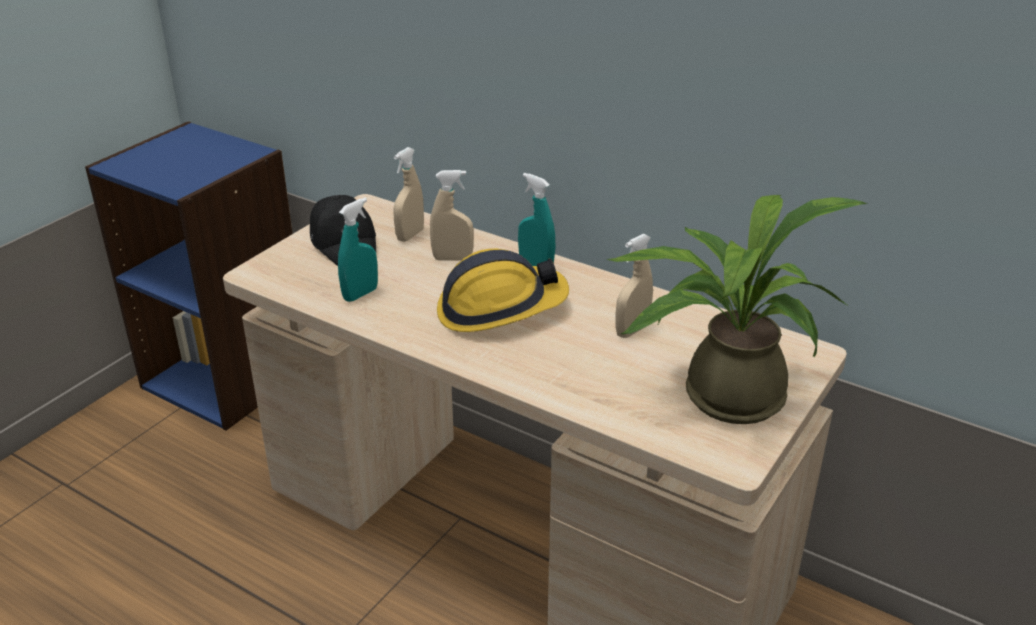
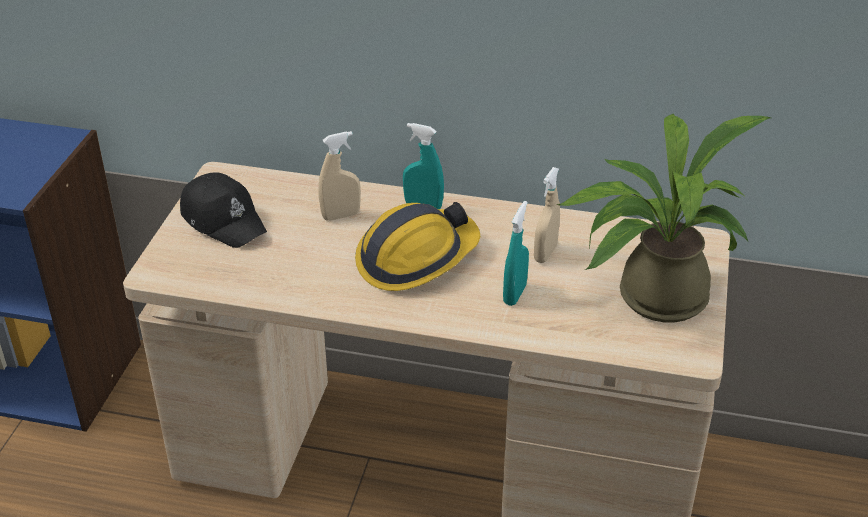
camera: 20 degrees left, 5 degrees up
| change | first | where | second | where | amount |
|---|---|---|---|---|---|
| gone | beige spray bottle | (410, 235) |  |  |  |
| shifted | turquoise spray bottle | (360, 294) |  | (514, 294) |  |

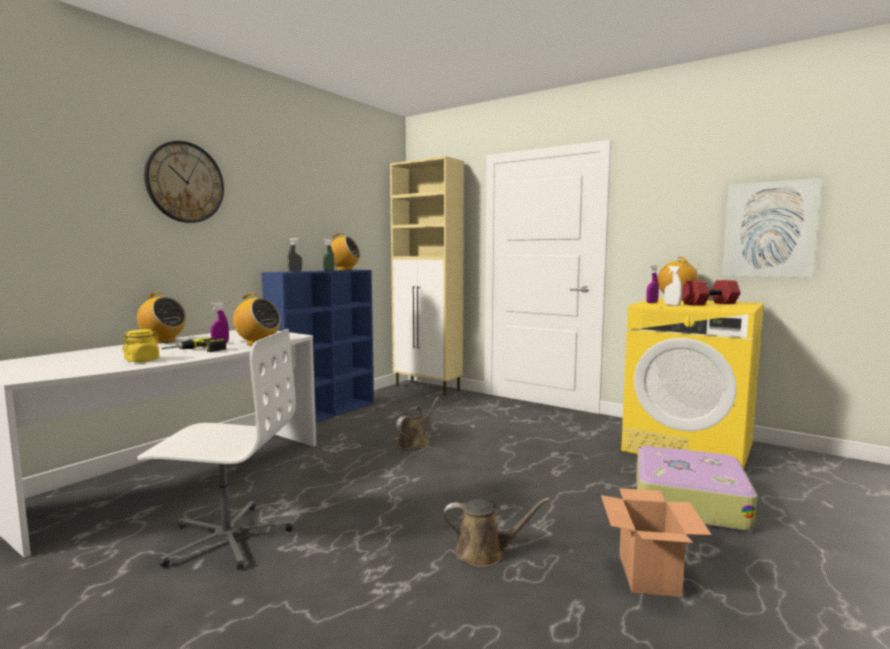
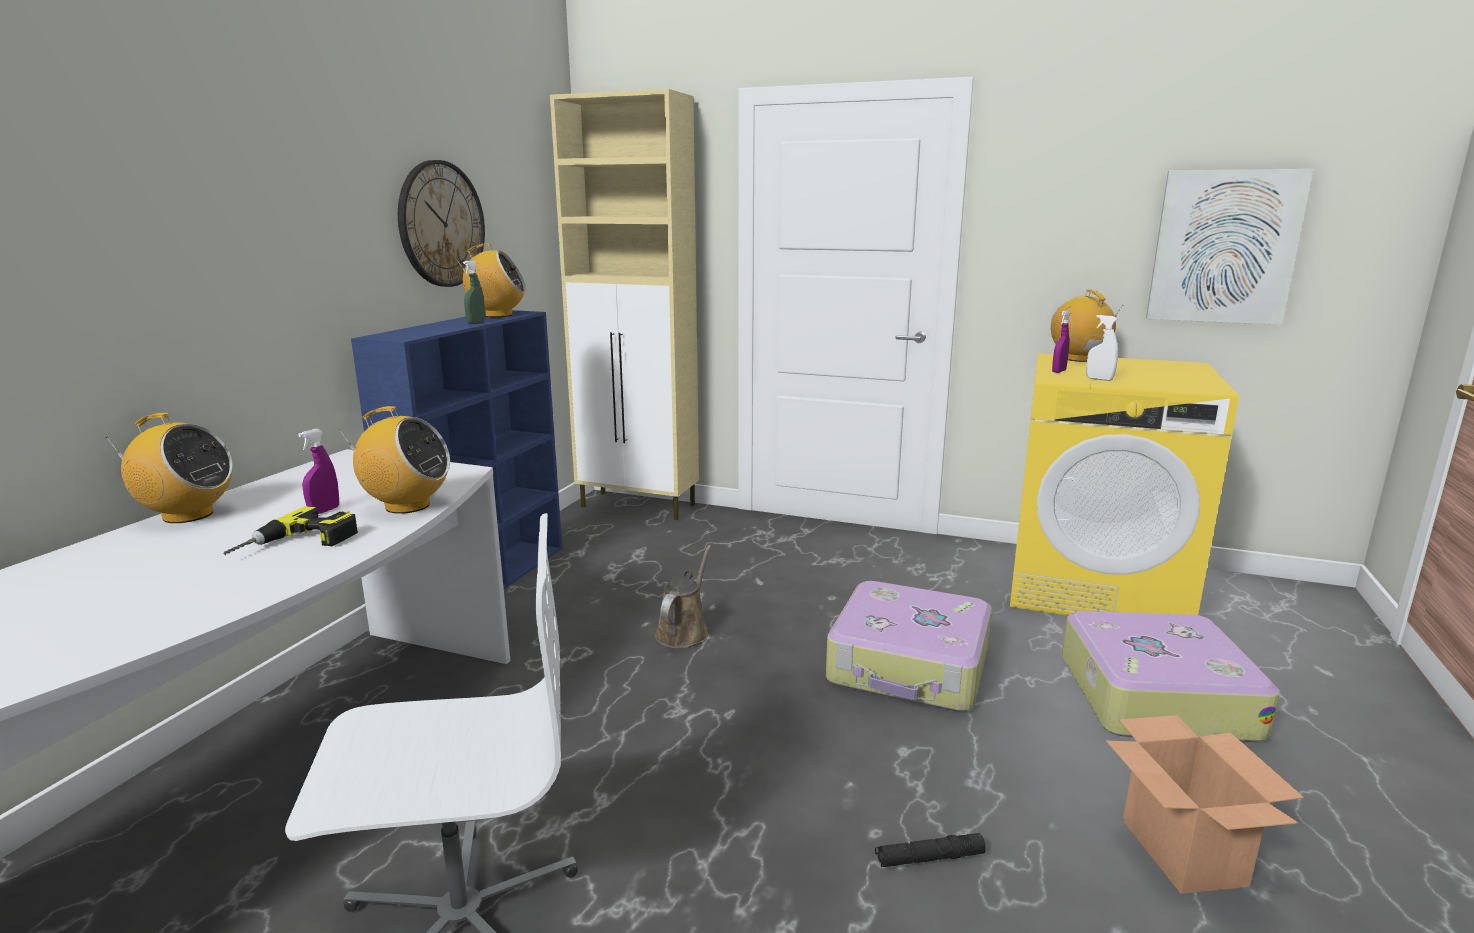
camera: 15 degrees left, 10 degrees up
| change | first | where | second | where | amount |
|---|---|---|---|---|---|
| shifted | wall clock | (185, 182) |  | (441, 224) |  |
| gone | grey spray bottle | (295, 271) |  |  |  |
| gone | red dumbbell | (709, 304) |  |  |  |
| gone | yellow jar | (142, 360) |  |  |  |
| swapped | brown watering can | (484, 553) | black flashlight | (929, 858) |  |
| new |  |  | suitcase | (910, 666) |  |

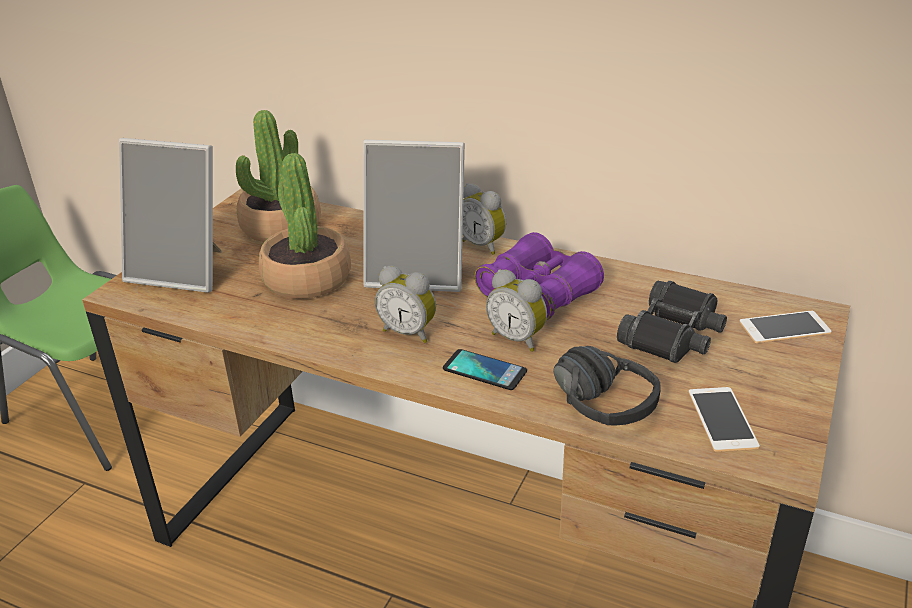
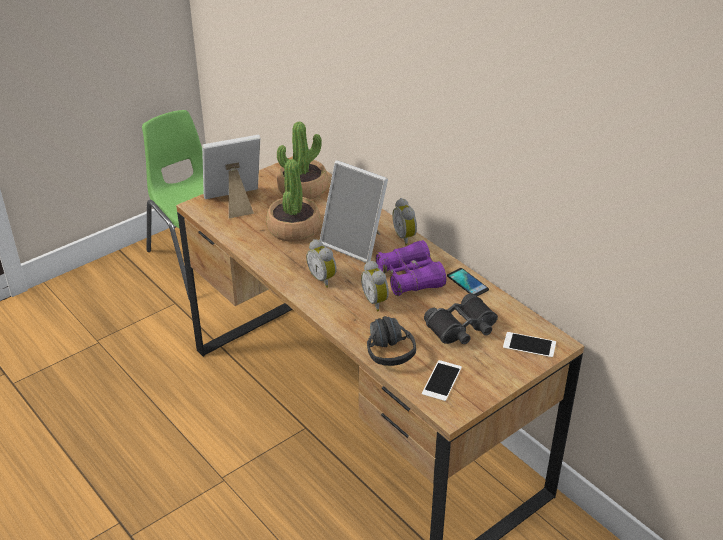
camera: 25 degrees right, 5 degrees up
| change | first | where | second | where | amount |
|---|---|---|---|---|---|
| rotated | picture frame | (184, 271) |  | (234, 203) | 120 degrees clockwise |
| shifted | phone | (484, 370) |  | (467, 283) |  |

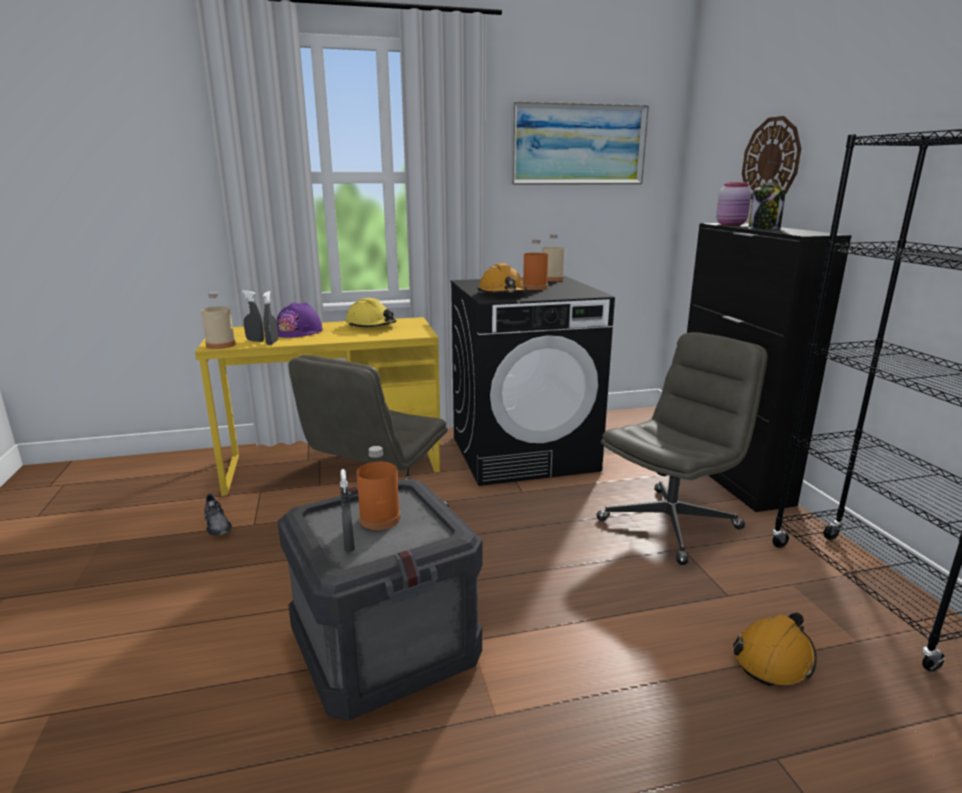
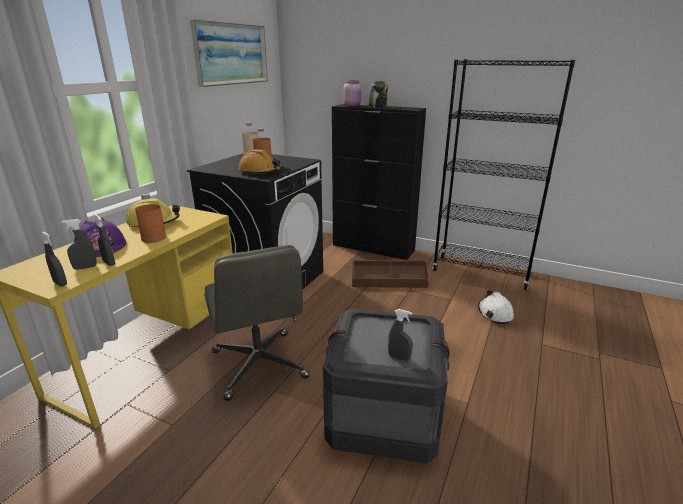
camera: 50 degrees left, 5 degrees up
| change | first | where | second | where | amount |
|---|---|---|---|---|---|
| gone | wall clock | (771, 161) |  |  |  |
| swapped | beige bottle | (221, 345) | grey spray bottle | (60, 283) |  |
| swapped | grey office chair | (670, 523) | brown storage box | (389, 281) |  |
| shifted | orange bottle | (379, 519) |  | (154, 238) |  |
| gone | grey shoe | (217, 524) |  |  |  |
| repainted | orange hard hat | (774, 658) | white hard hat | (495, 313) |  |

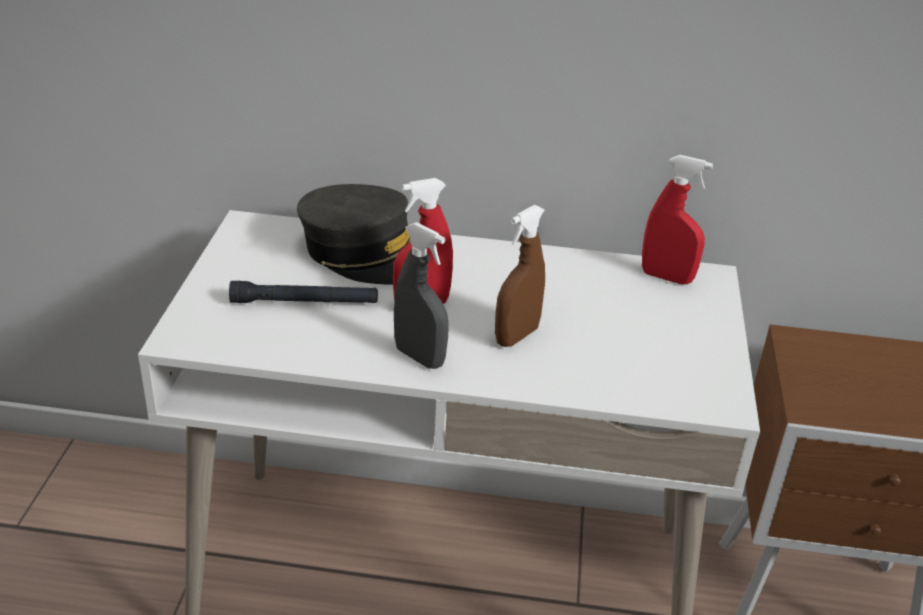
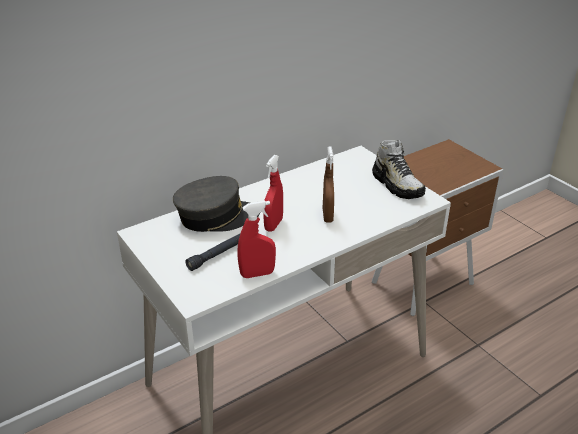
camera: 40 degrees left, 0 degrees up
| change | first | where | second | where | amount |
|---|---|---|---|---|---|
| shifted | red spray bottle | (666, 277) |  | (257, 274) |  |
| gone | grey spray bottle | (419, 357) |  |  |  |
| new |  |  | shoe | (397, 185) |  |

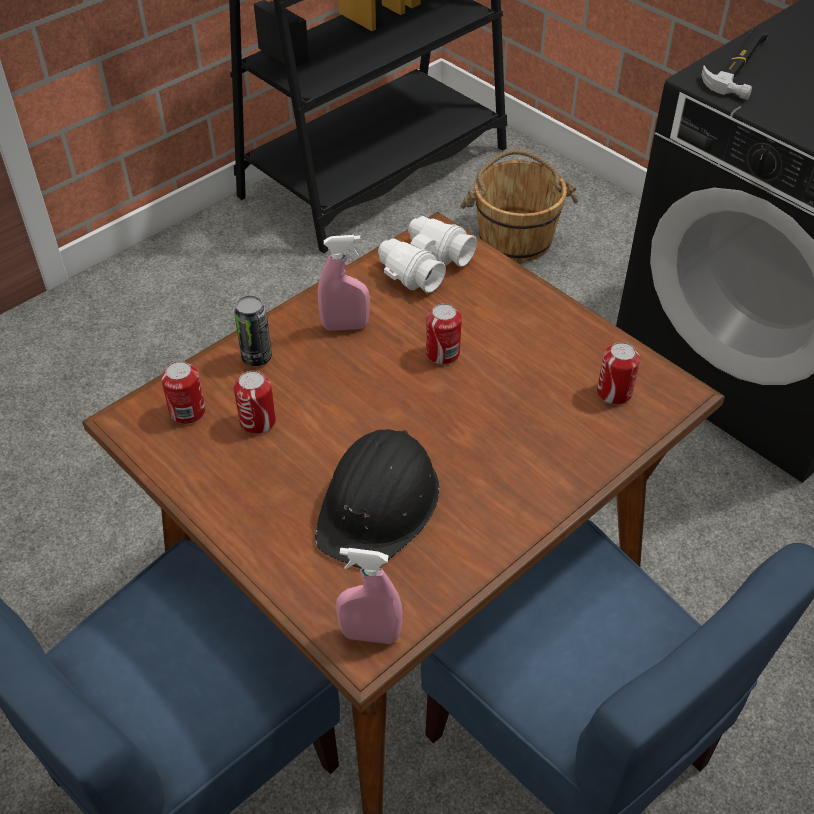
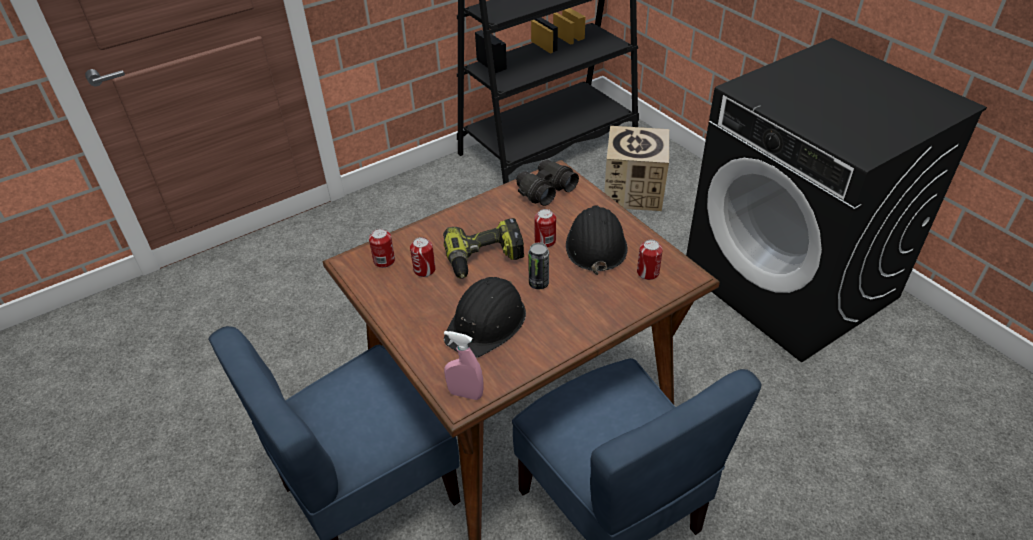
camera: 10 degrees right, 5 degrees down
| change | first | where | second | where | amount |
|---|---|---|---|---|---|
| gone | hammer | (740, 66) |  |  |  |
| swapped | brown bucket | (515, 238) | cardboard box | (633, 192) |  |
| repainted | white binoculars | (424, 265) | black binoculars | (545, 189) |  |
| gone | pink spray bottle | (345, 326) |  |  |  |
| shifted | can | (257, 357) |  | (538, 283) |  |
| new |  |  | black hard hat | (595, 245) |  |
| new |  |  | power drill | (484, 258) |  |

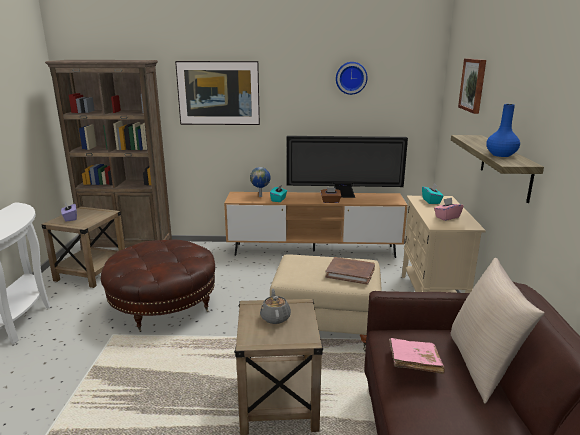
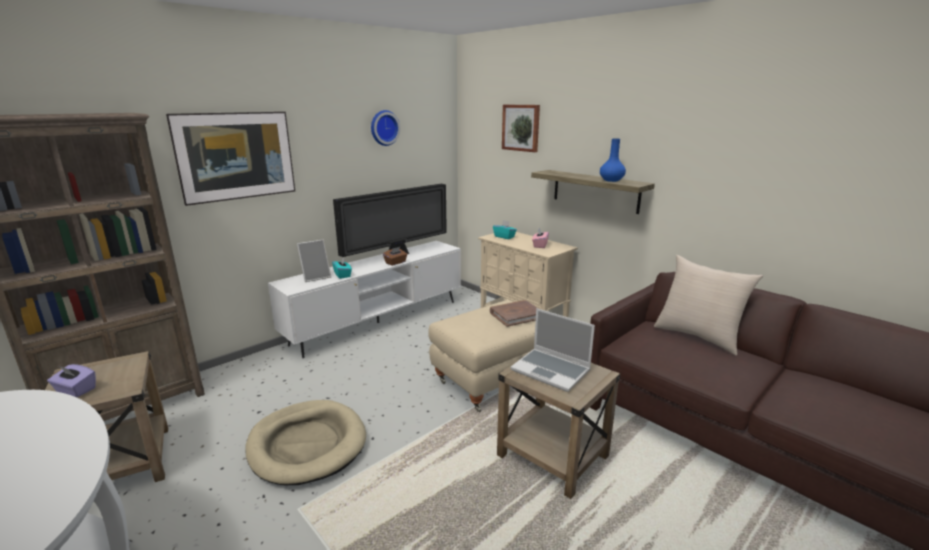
camera: 45 degrees left, 0 degrees up
| change | first | where | second | where | amount |
|---|---|---|---|---|---|
| swapped | globe | (261, 196) | picture frame | (316, 277) |  |
| repainted | brown tv stand | (313, 251) | white tv stand | (378, 322) |  |
| swapped | brown ottoman | (164, 305) | beige dog bed | (307, 444) |  |
| swapped | grey teapot | (275, 317) | laptop | (551, 370) |  |
| gone | pink book | (413, 364) |  |  |  |

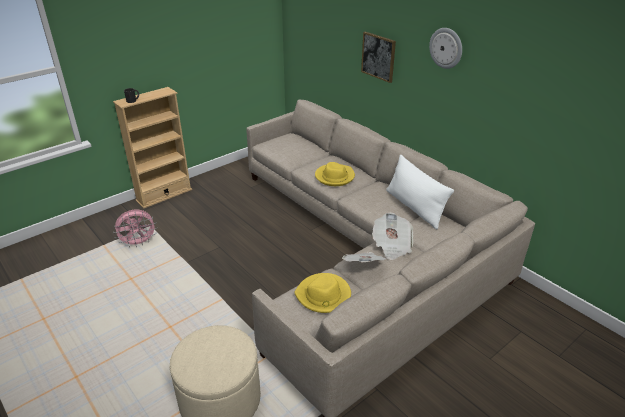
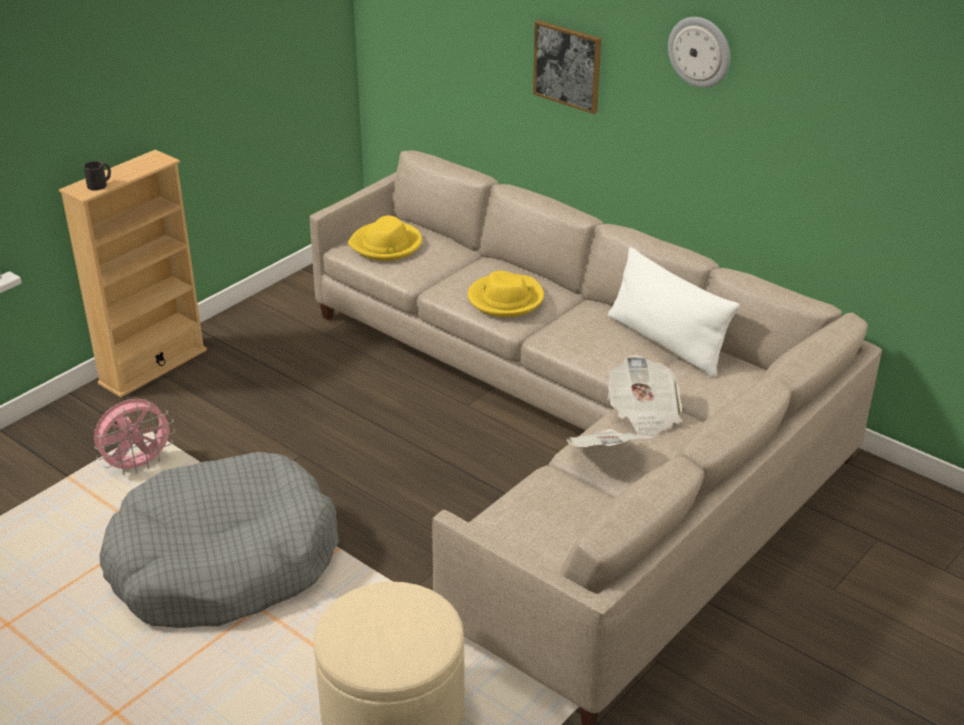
camera: 10 degrees left, 0 degrees up
| change | first | where | second | where | amount |
|---|---|---|---|---|---|
| shifted | yellow hat | (323, 295) |  | (386, 245) |  |
| new |  |  | grey dog bed | (223, 563) |  |

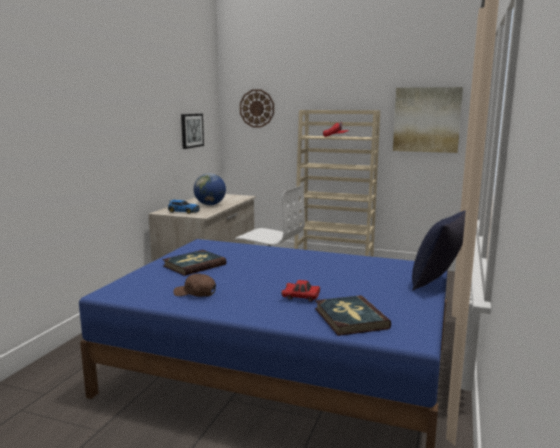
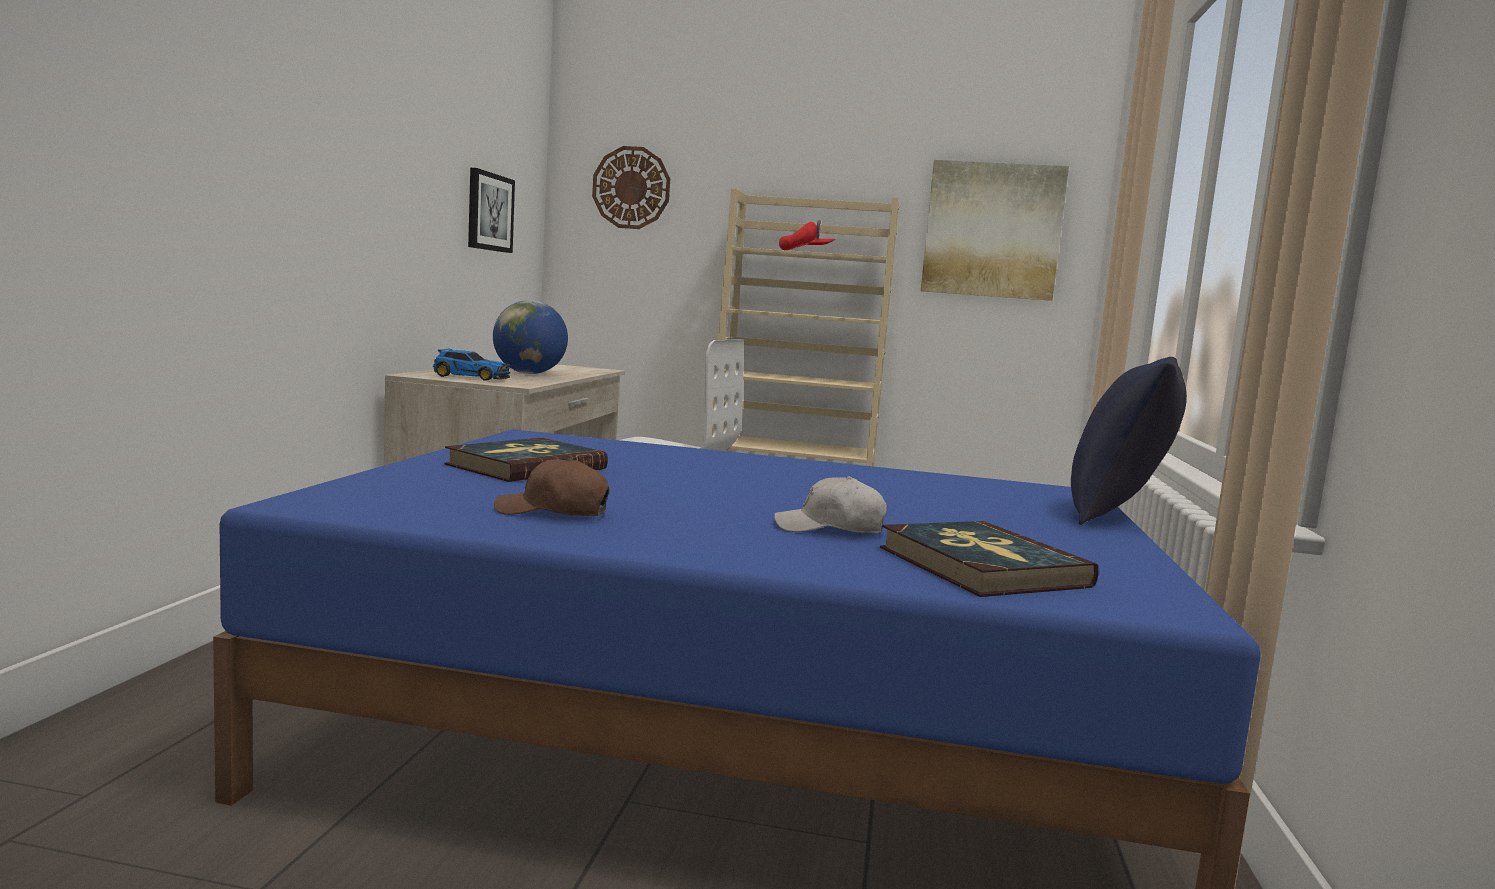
camera: 10 degrees left, 5 degrees down
| change | first | where | second | where | amount |
|---|---|---|---|---|---|
| swapped | red toy car | (301, 298) | white cap | (830, 528) |  |

